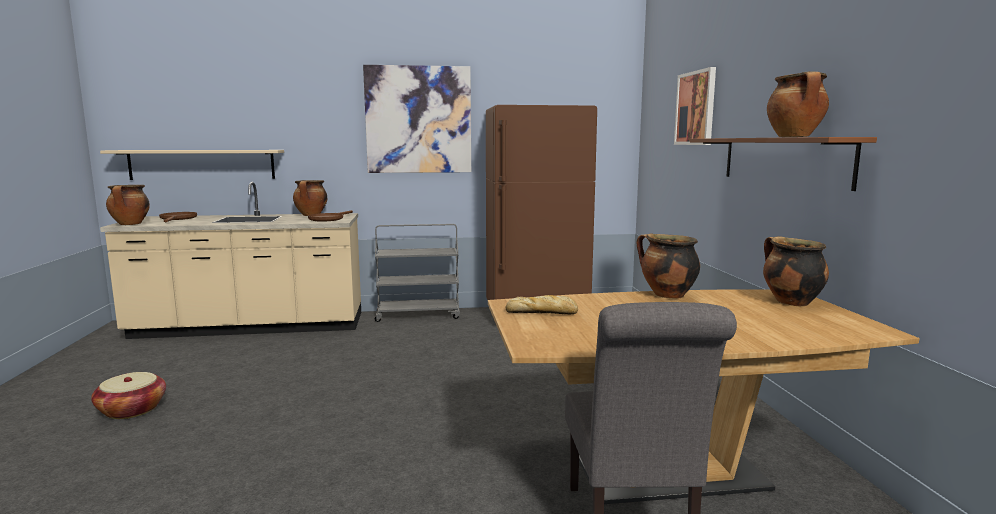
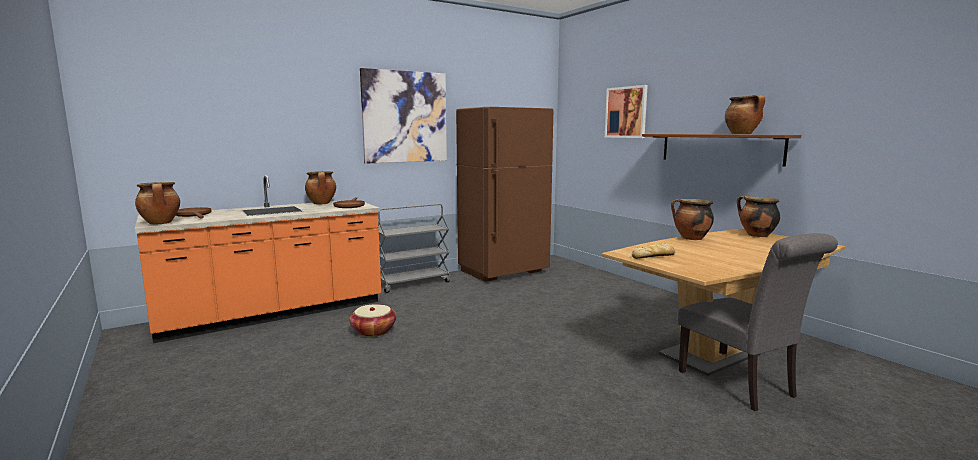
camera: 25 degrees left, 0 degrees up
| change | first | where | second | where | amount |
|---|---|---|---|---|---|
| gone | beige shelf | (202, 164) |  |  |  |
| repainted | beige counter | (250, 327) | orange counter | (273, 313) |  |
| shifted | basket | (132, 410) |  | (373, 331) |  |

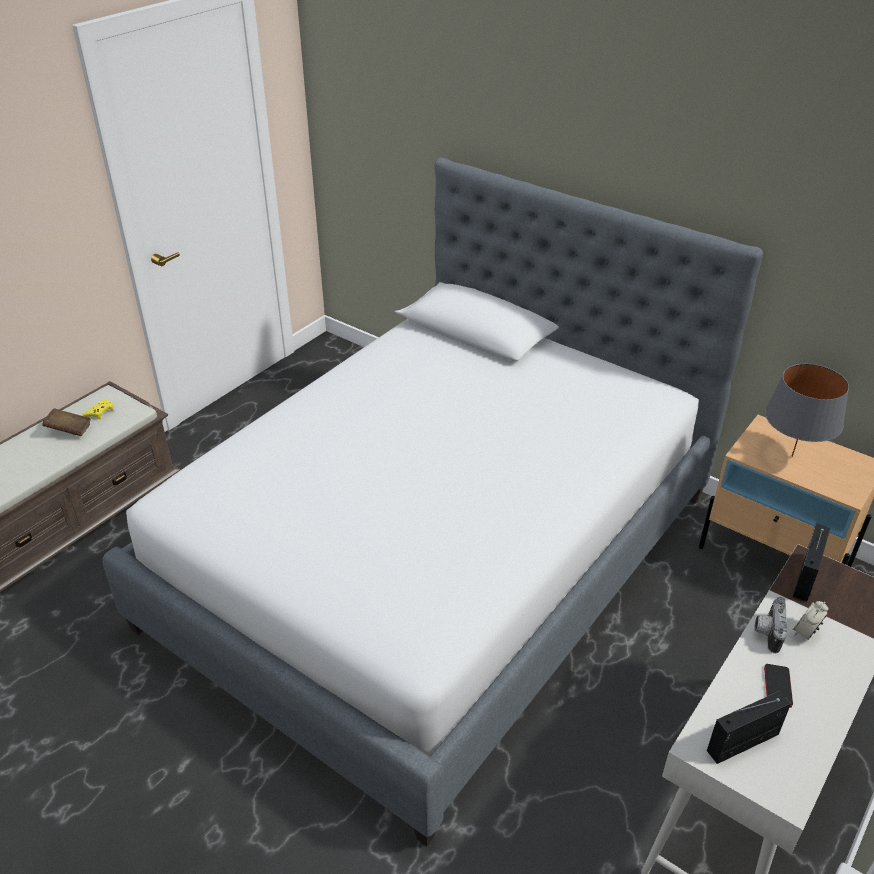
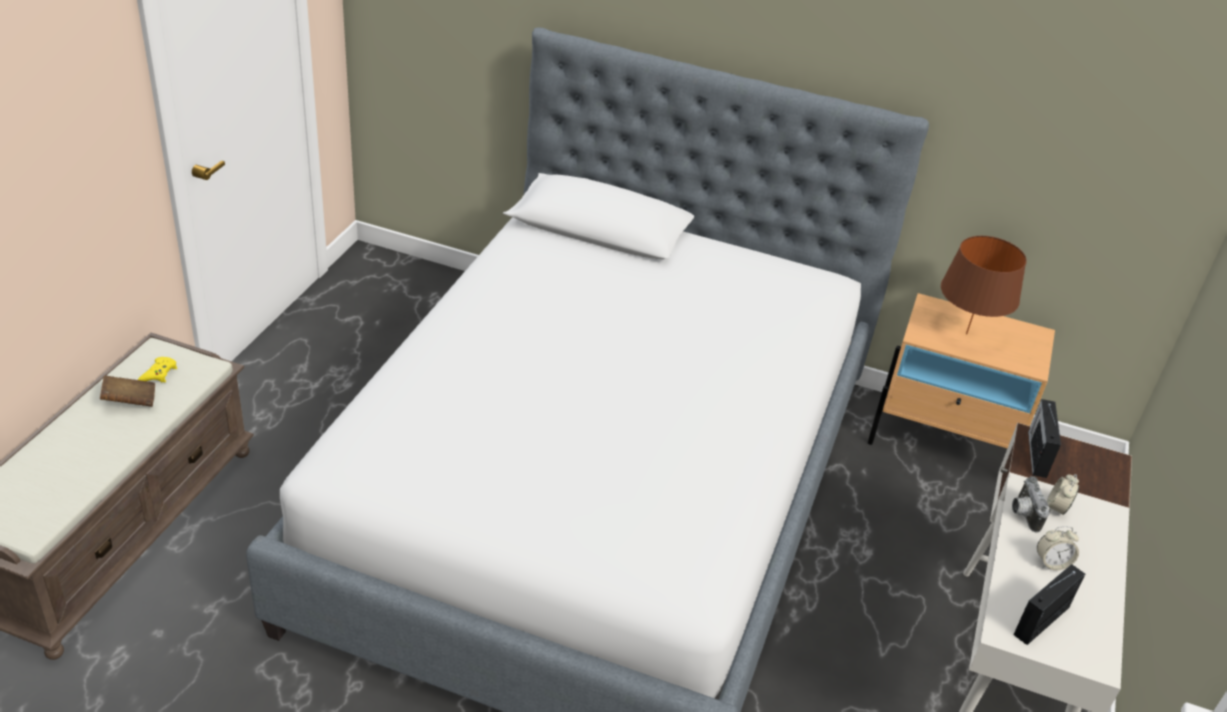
camera: 20 degrees left, 0 degrees up
| change | first | where | second | where | amount |
|---|---|---|---|---|---|
| repainted | grey table lamp | (792, 456) | brown table lamp | (966, 334) |  |
| swapped | phone | (777, 686) | alarm clock | (1051, 563) |  |

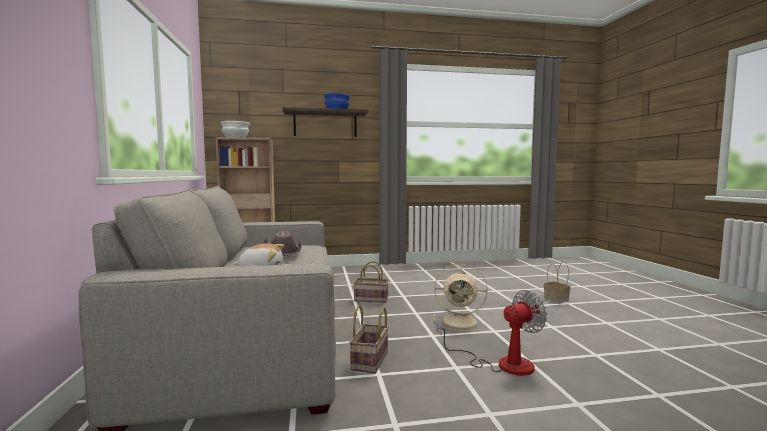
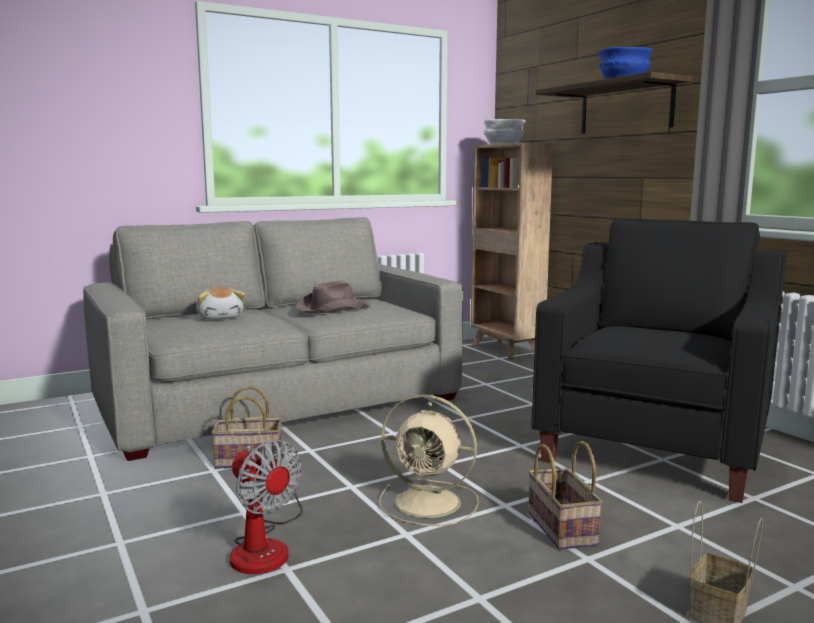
camera: 70 degrees right, 5 degrees up
| change | first | where | second | where | amount |
|---|---|---|---|---|---|
| shifted | basket | (370, 299) |  | (559, 527) |  |
| rotated | beige fan | (461, 321) |  | (430, 503) | 60 degrees counterclockwise |
| new |  |  | black armchair | (657, 445) |  |

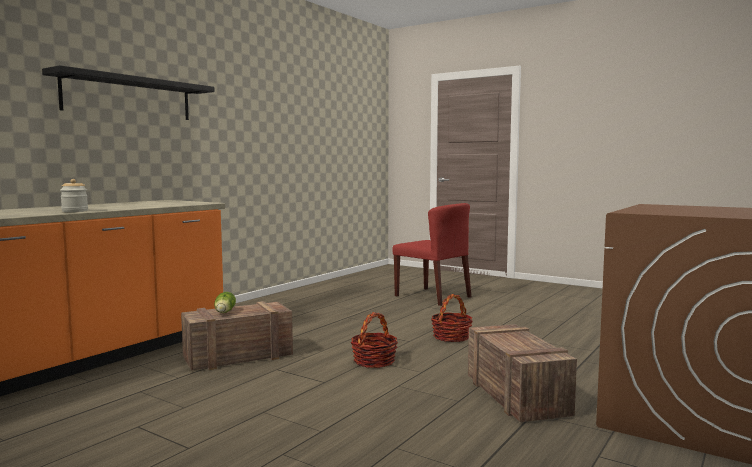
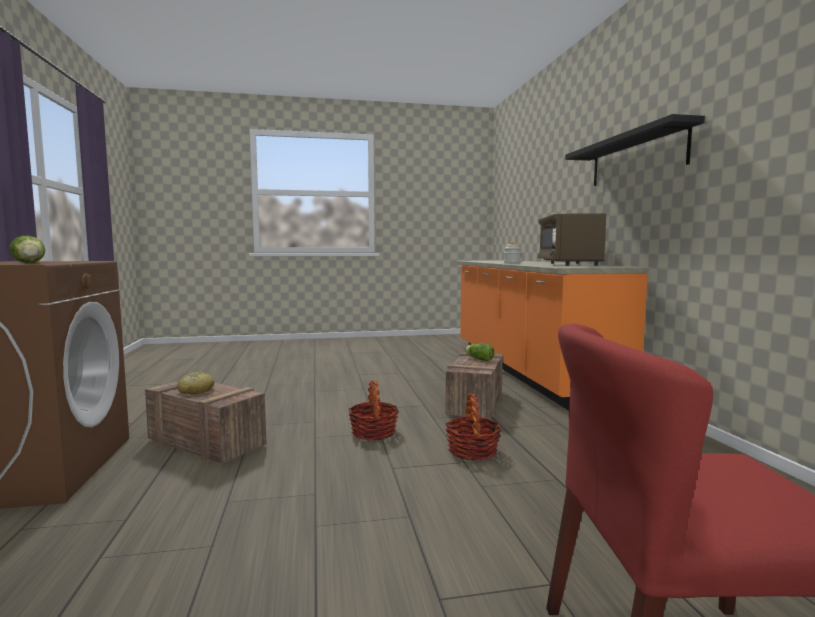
camera: 135 degrees right, 0 degrees up
| change | first | where | second | where | amount |
|---|---|---|---|---|---|
| shifted | basket | (451, 337) |  | (472, 451) |  |
| new |  |  | brown microwave | (568, 264) |  |
| new |  |  | lettuce | (29, 263) |  |
| new |  |  | bread | (196, 390) |  |

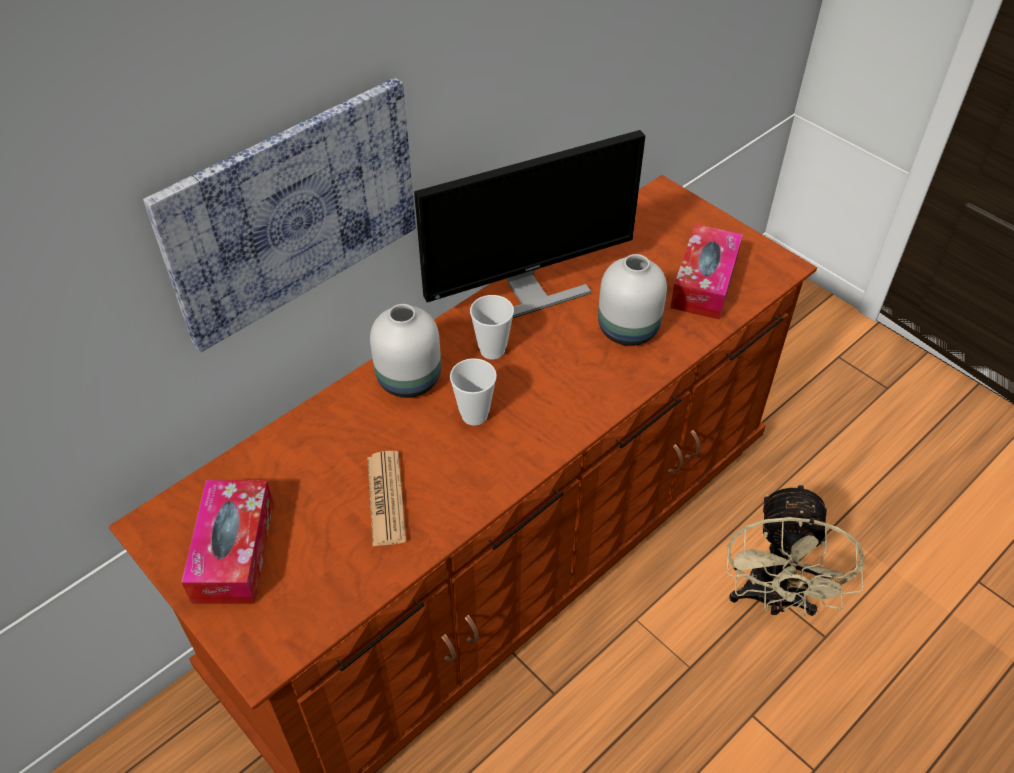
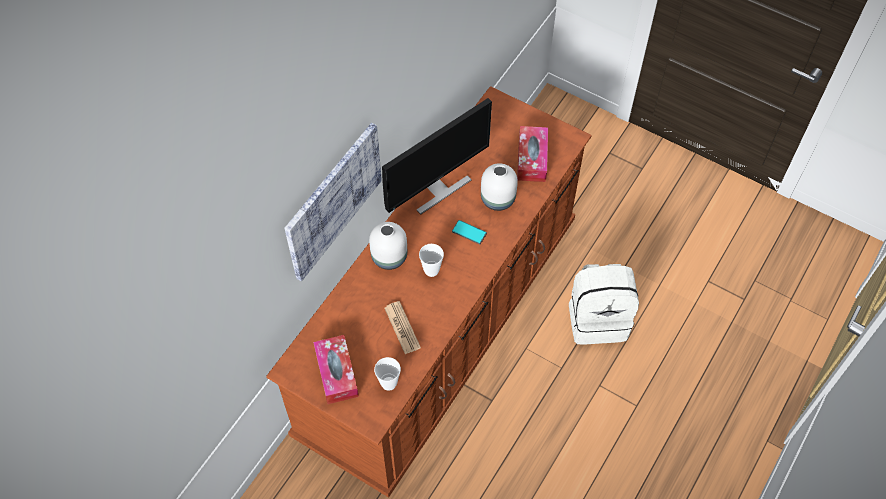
camera: 15 degrees left, 10 degrees up
| change | first | where | second | where | amount |
|---|---|---|---|---|---|
| shifted | cup | (492, 350) |  | (389, 383) |  |
| swapped | beige fan | (772, 600) | white backpack | (598, 319) |  |
| new |  |  | phone | (469, 232) |  |

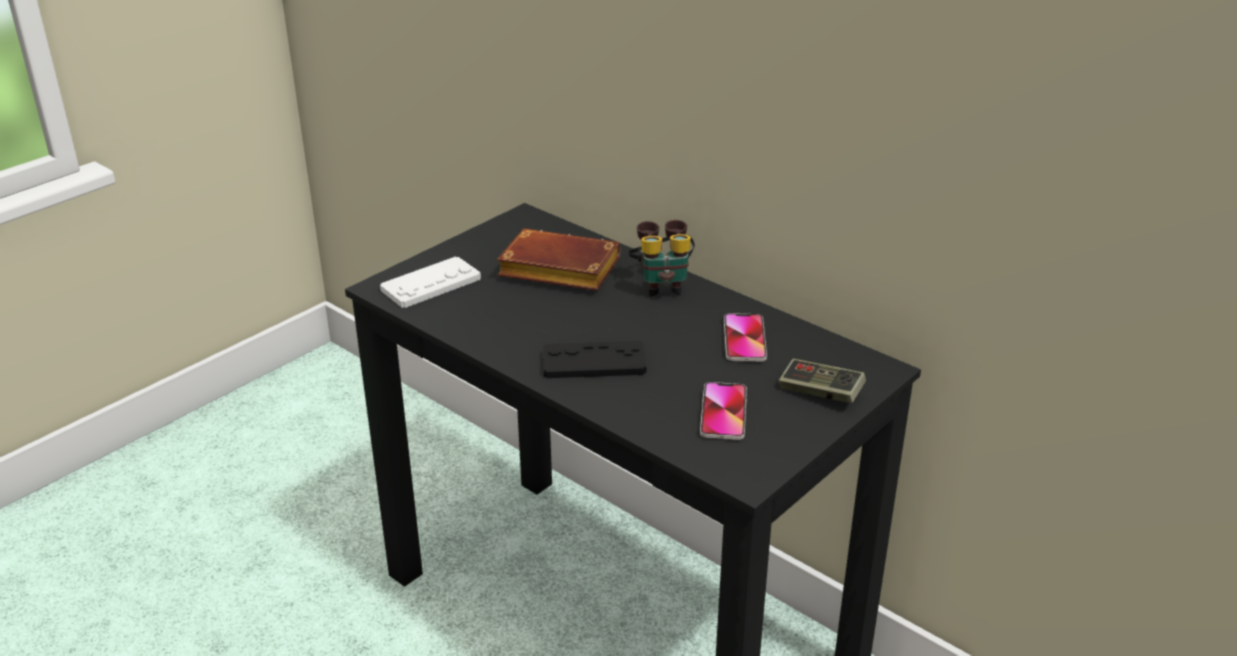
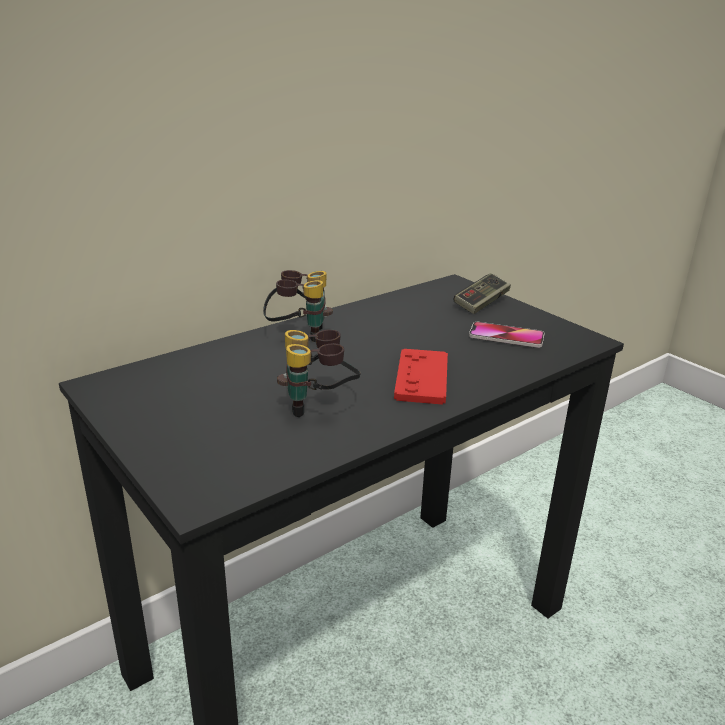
camera: 80 degrees left, 5 degrees down
| change | first | where | second | where | amount |
|---|---|---|---|---|---|
| gone | brown book | (555, 270) |  |  |  |
| gone | white game controller | (431, 284) |  |  |  |
| gone | phone | (744, 339) |  |  |  |
| repainted | black game controller | (594, 362) | red game controller | (422, 378) |  |
| new |  |  | binoculars | (319, 406) |  |

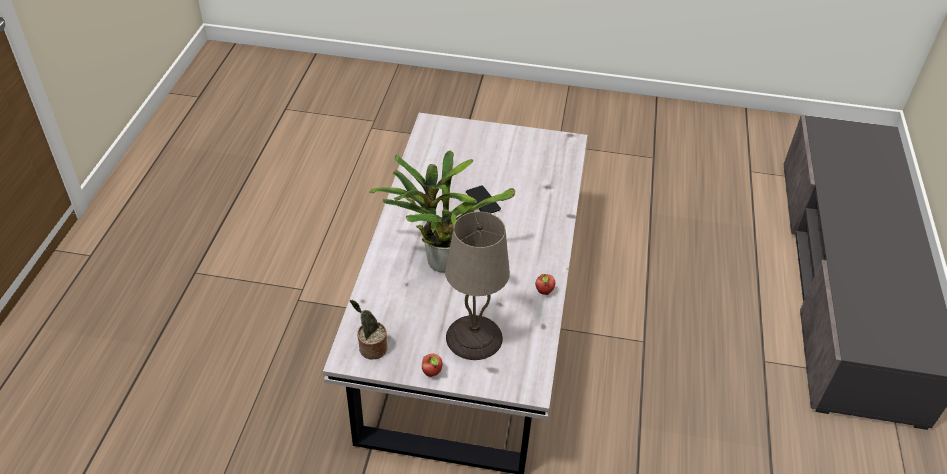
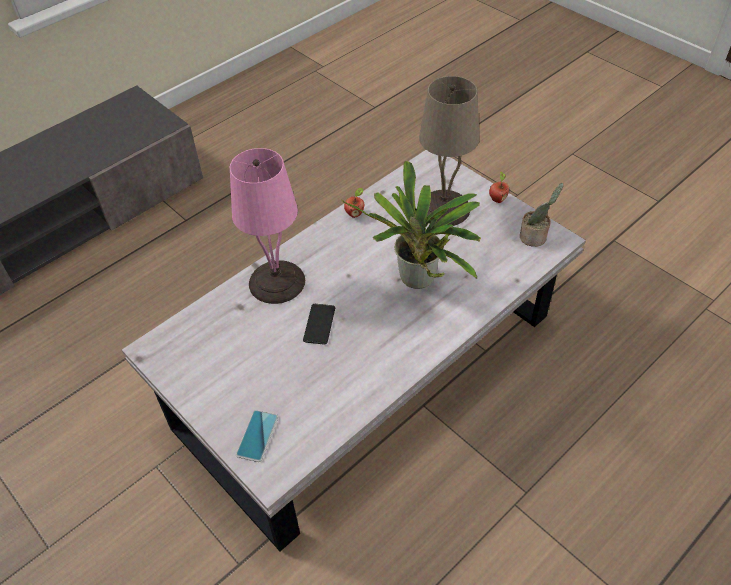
camera: 140 degrees left, 5 degrees up
| change | first | where | second | where | amount |
|---|---|---|---|---|---|
| new |  |  | pink table lamp | (277, 283) |  |
| new |  |  | phone | (257, 436) |  |

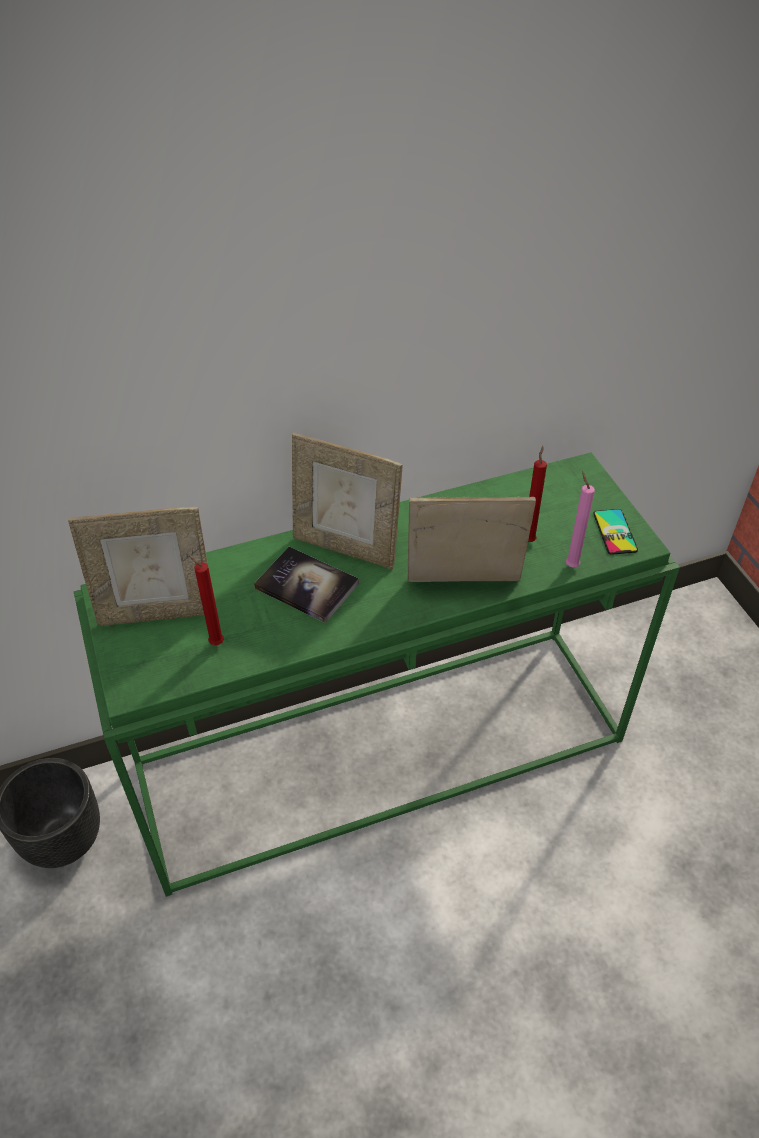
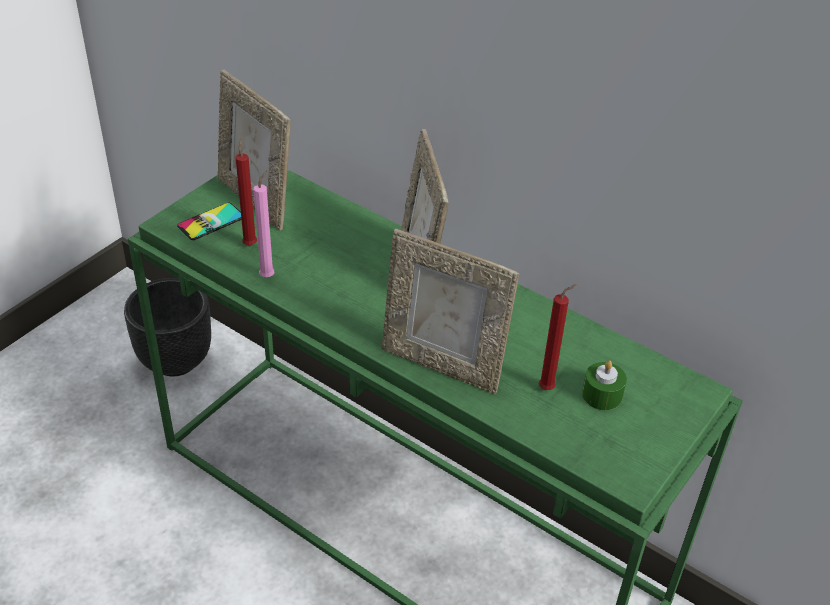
camera: 55 degrees right, 5 degrees down
| change | first | where | second | where | amount |
|---|---|---|---|---|---|
| shifted | pink candle | (570, 564) |  | (268, 275) |  |
| rotated | picture frame | (463, 586) |  | (442, 365) | 150 degrees clockwise |
| shifted | phone | (615, 532) |  | (211, 222) |  |
| gone | book | (306, 586) |  |  |  |
| new |  |  | green candle | (602, 395) |  |

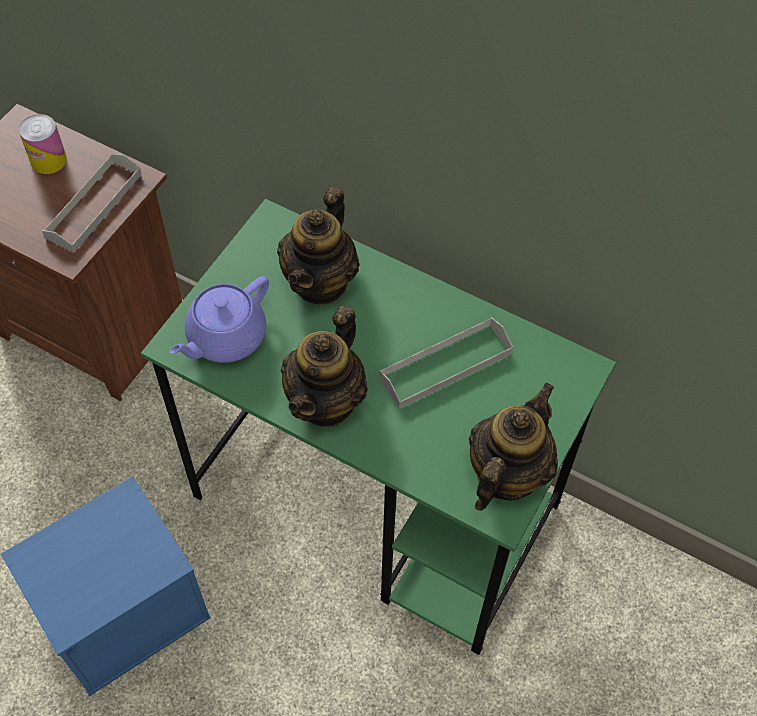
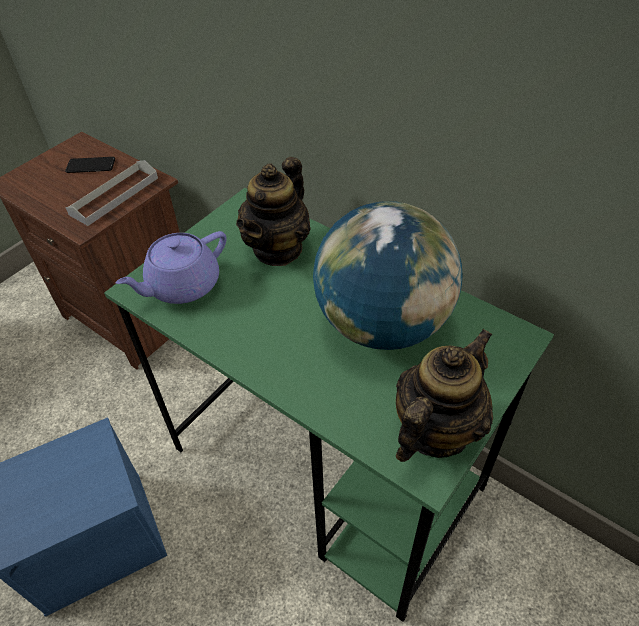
camera: 10 degrees right, 10 degrees down
| change | first | where | second | where | amount |
|---|---|---|---|---|---|
| swapped | can | (48, 160) | phone | (91, 166) |  |
| gone | teapot | (326, 400) |  |  |  |
| swapped | grey tray | (445, 365) | globe | (382, 324) |  |

